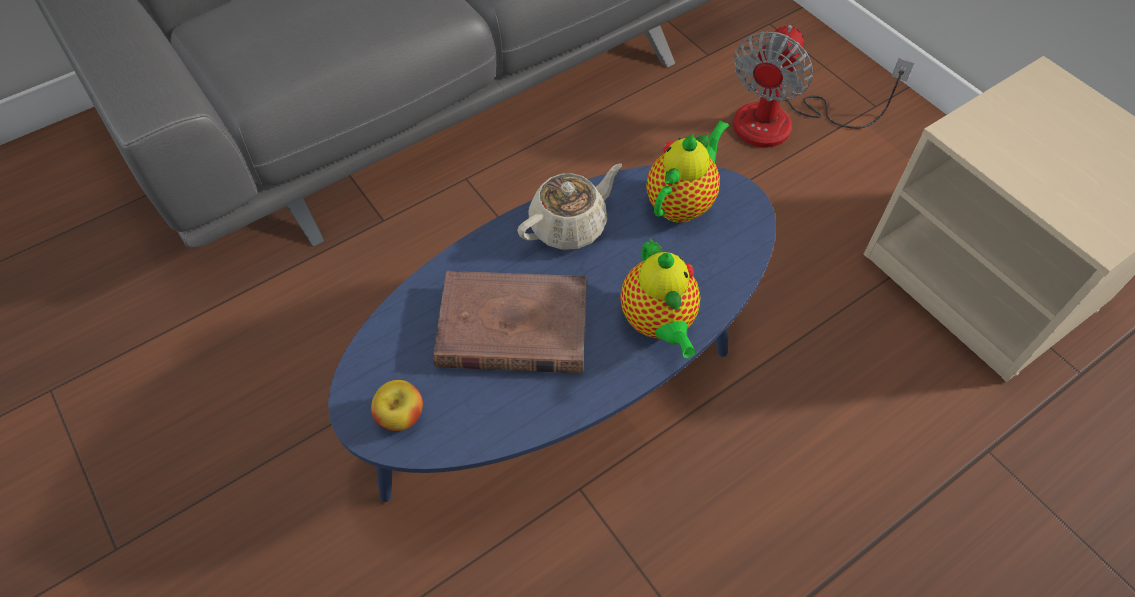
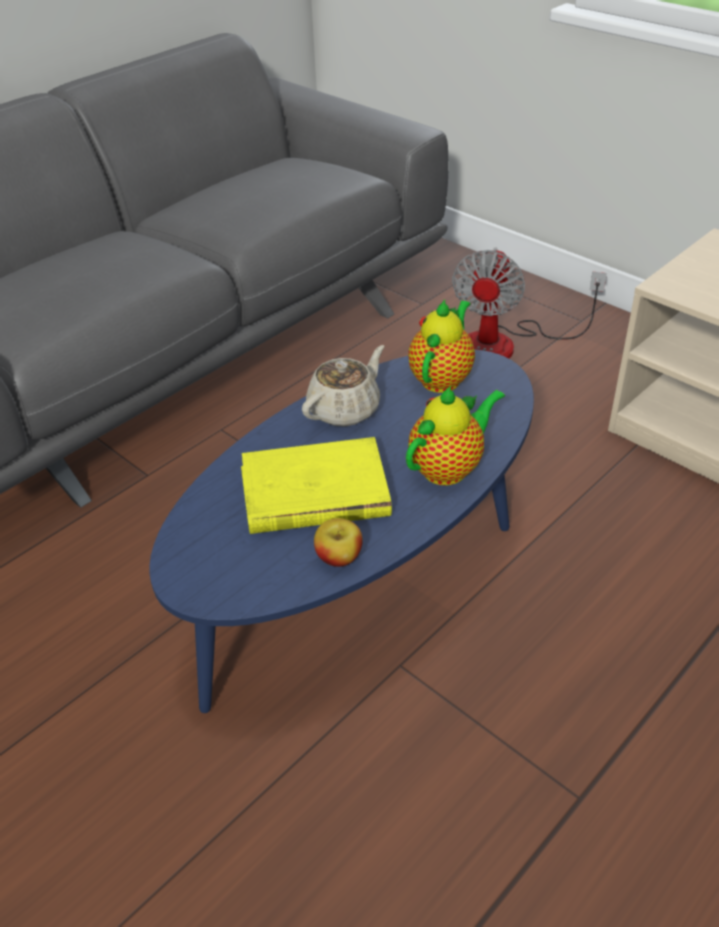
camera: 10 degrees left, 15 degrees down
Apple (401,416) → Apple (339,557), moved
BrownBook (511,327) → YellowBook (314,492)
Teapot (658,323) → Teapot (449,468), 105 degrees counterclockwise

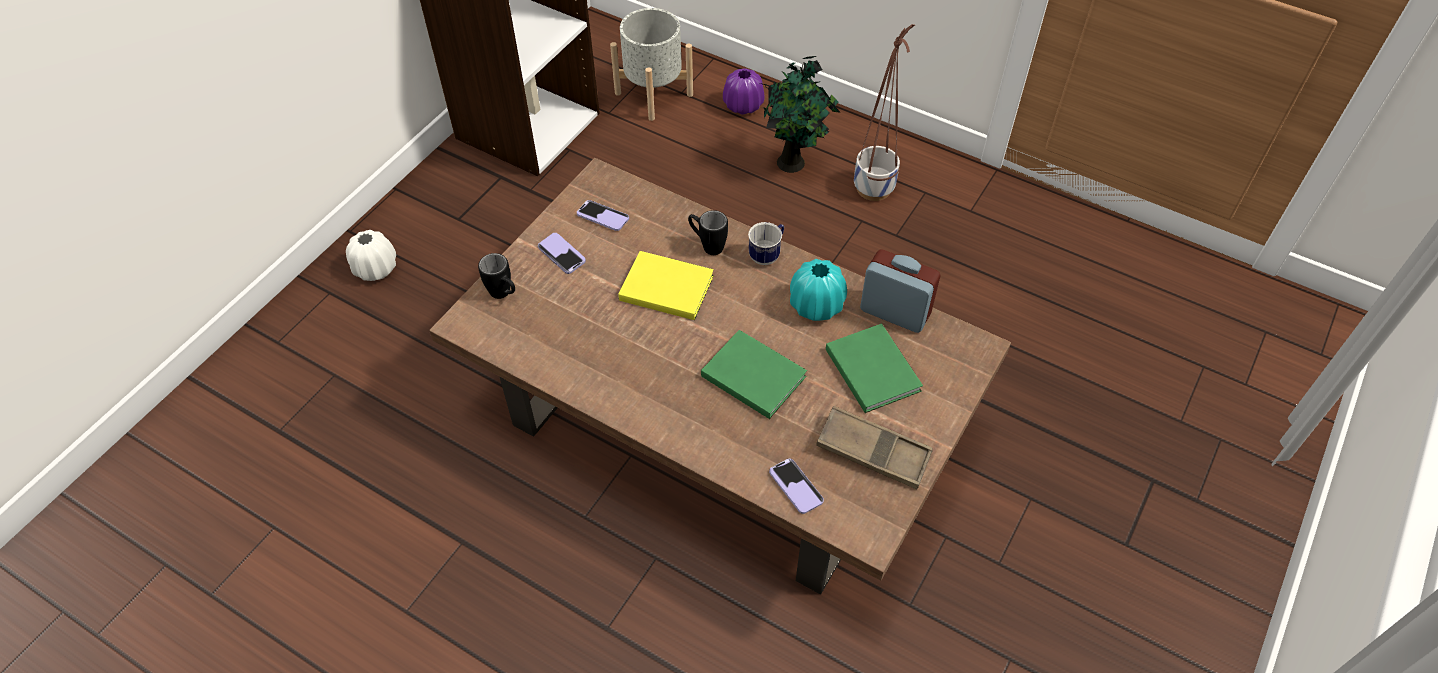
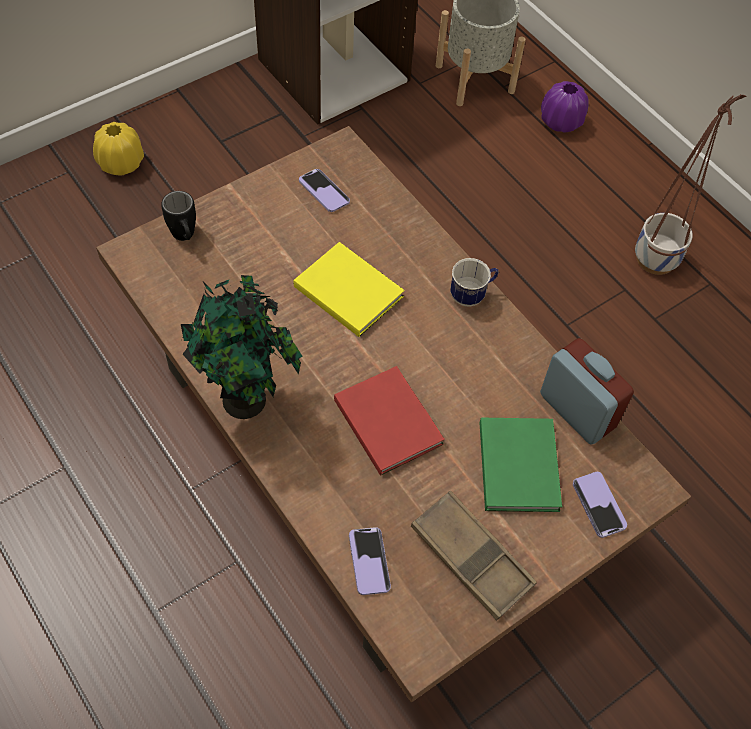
camera: 20 degrees right, 5 degrees up
WhiteVase (376,268) → YellowVase (121,163)
Phone (561,254) → Phone (598,505), moved
BlackMug (707,245) → -
GreenBook (752,374) → RedBook (388,419)
PottedPlant (793,163) → PottedPlant (247,402), moved
TurquoiseVase (816,305) → -

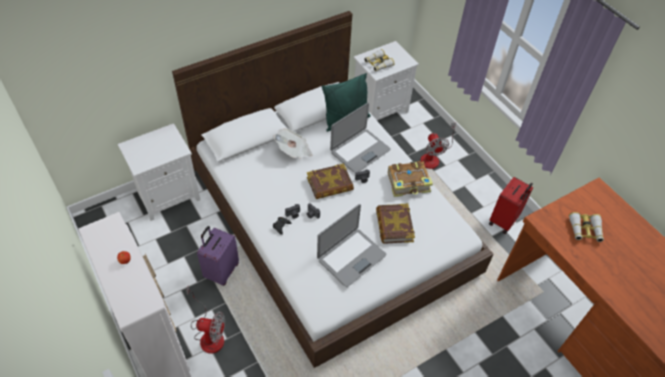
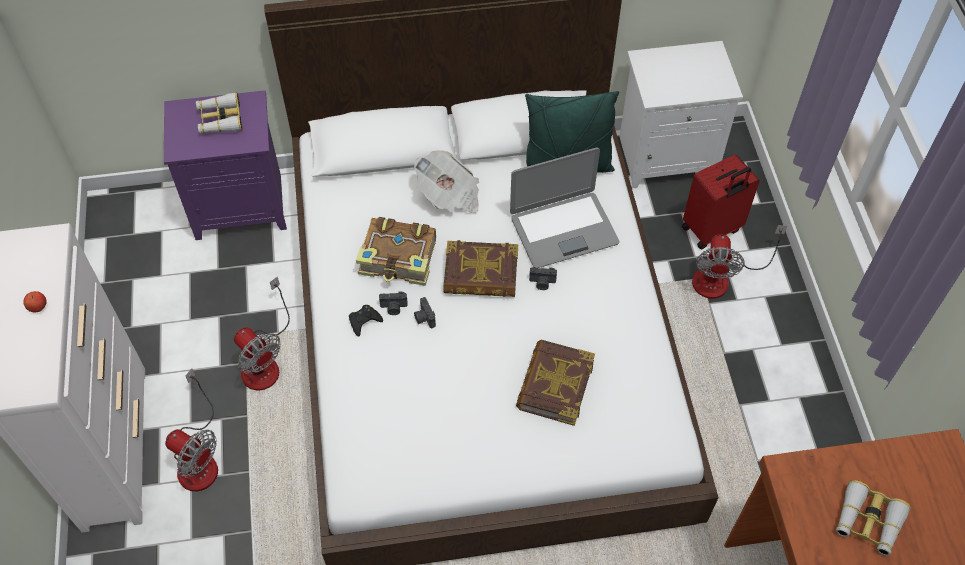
camera: 25 degrees right, 5 degrees up
WhiteNightstand (168,195) → PurpleNightstand (242,205)
PurpleSuitcase (221,271) → Fan (264,361)
Laptop (351,257) → -
Binoculars (378,64) → Binoculars (220,119), moved
Book (409,183) → Book (399,259), moved
RedSuitcase (504,221) → RedSuitcase (712,230), moved

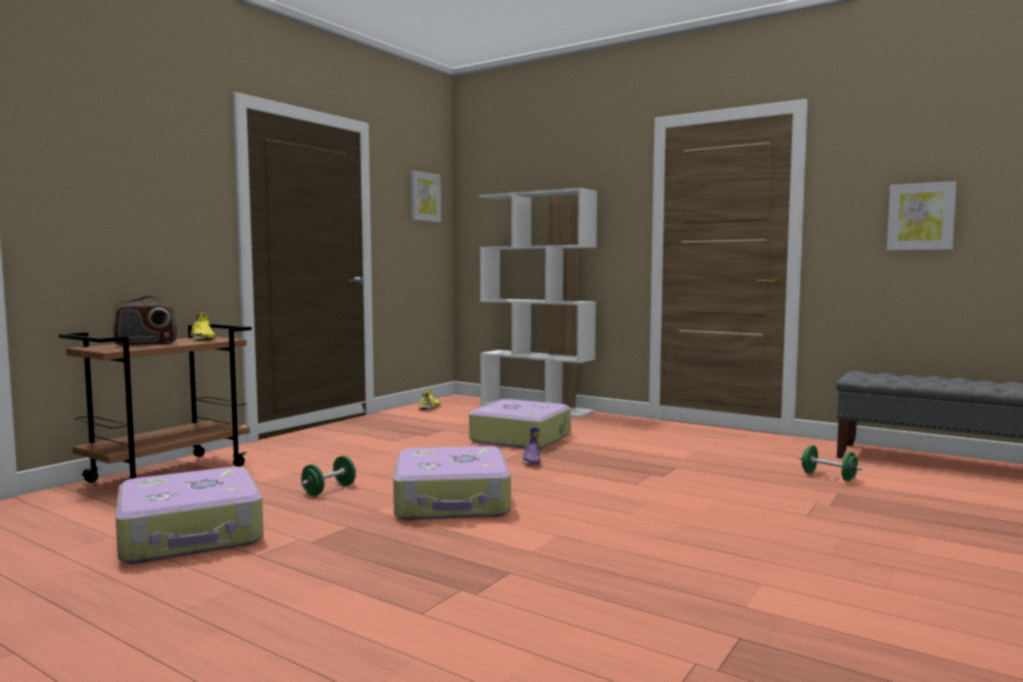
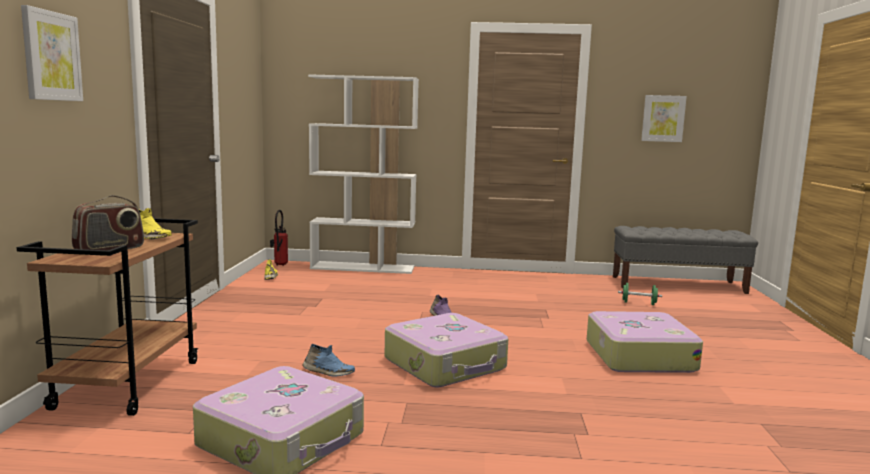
camera: 30 degrees left, 5 degrees up
GreenDumbbell (329,490) → BlueShoe (328,372)
Picture (424,197) → Picture (51,56), moved
Suitcase (520,437) → Suitcase (638,356), moved
- → FireExtinguisher (279,265)

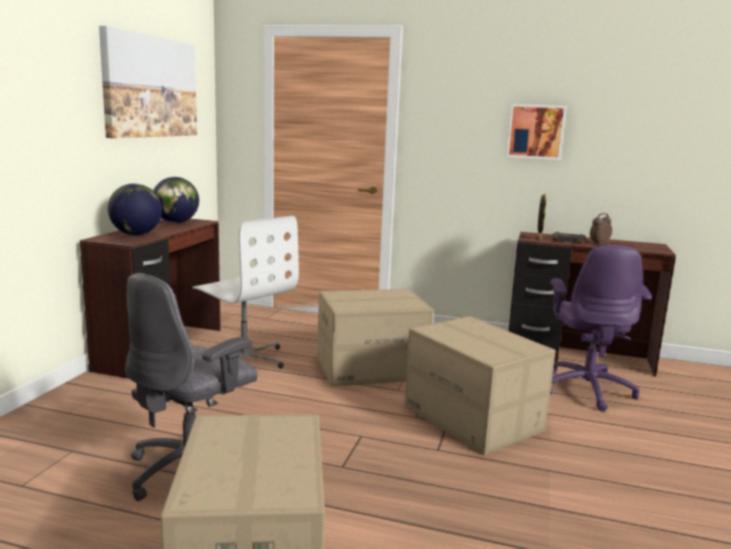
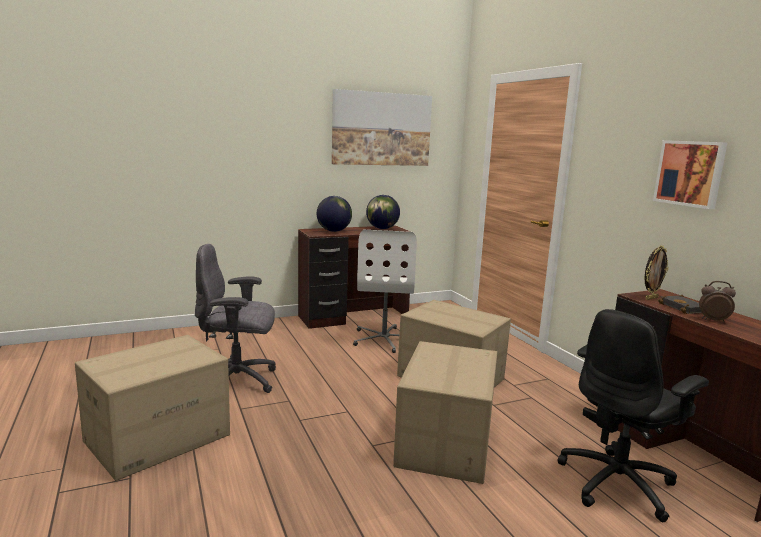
camera: 50 degrees right, 0 degrees up
PurpleOfficeChair (586,389) → BlackOfficeChair (618,483)

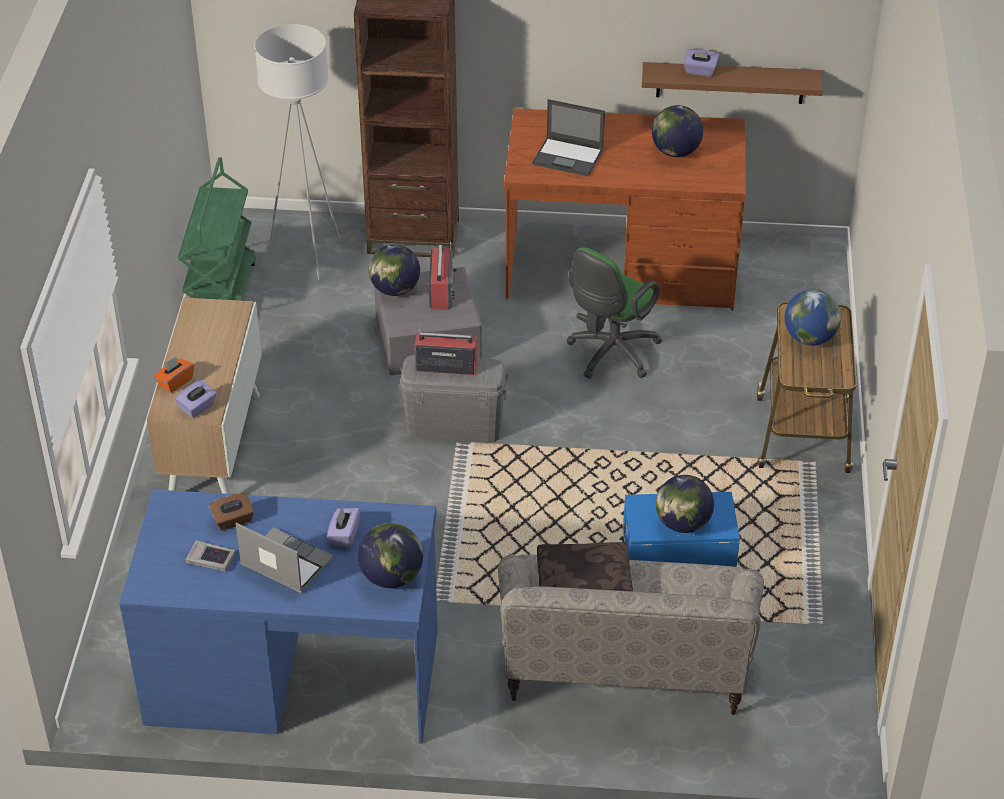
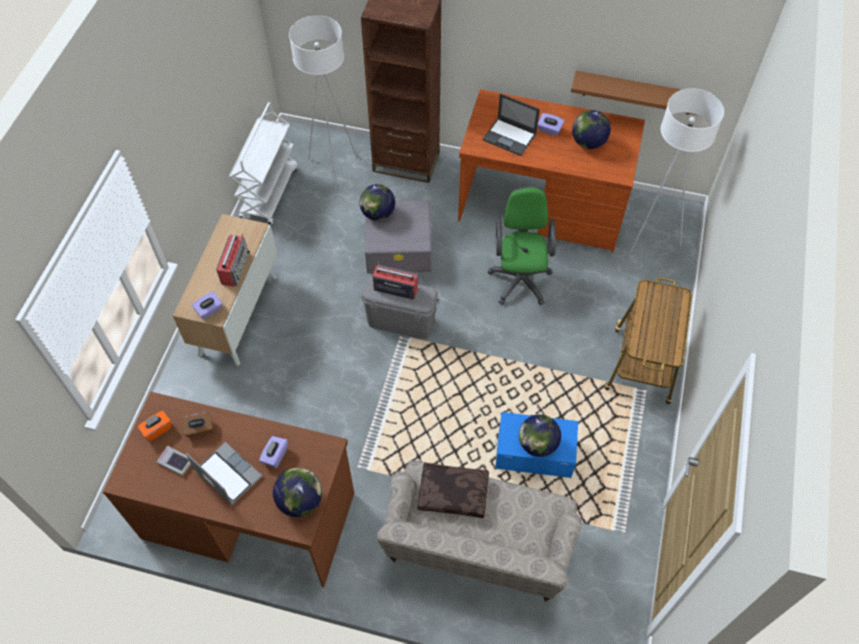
camera: 10 degrees right, 15 degrees up
BlueDesk (293,675) → BrownDesk (249,513)
OrangeTissueBox (175,382) → OrangeTissueBox (157,429), moved
GreenCart (221,296) → WhiteCart (269,193)
Radio (441,290) → Radio (235,267), moved
GreenOfficeChair (610,355) → GreenOfficeChair (520,278), 135 degrees clockwise
PurpleTissueBox (700,71) → PurpleTissueBox (549,130), moved
Globe (809,338) → -
- → WhiteFloorLamp (651,237)

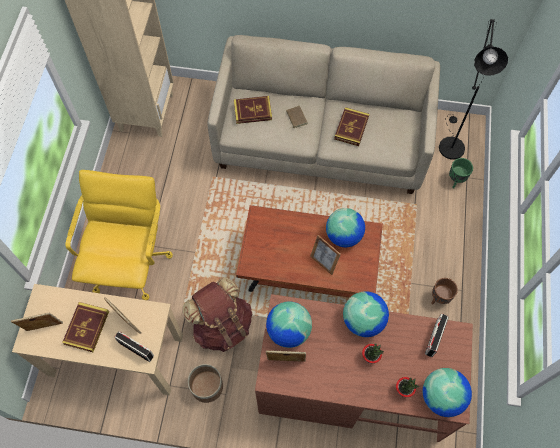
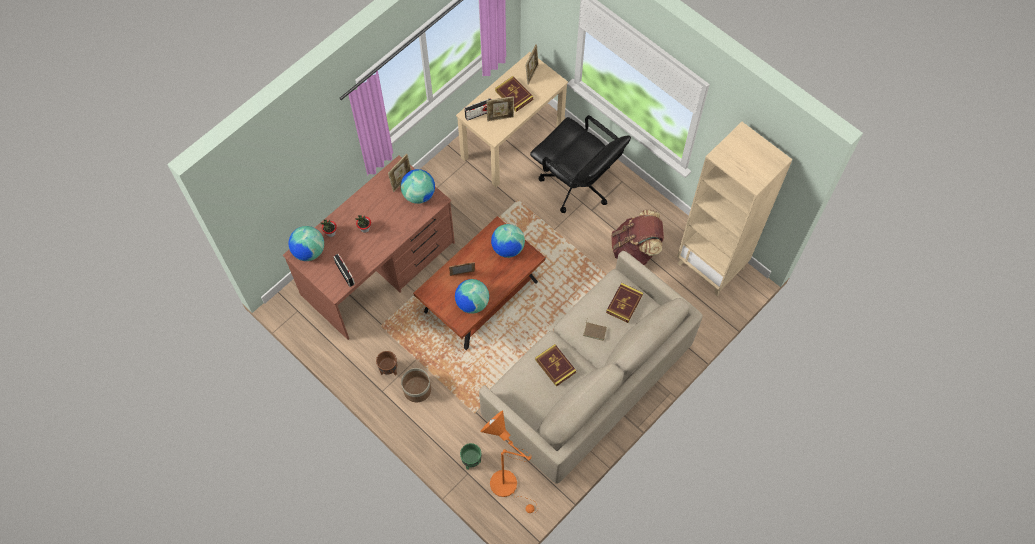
camera: 125 degrees right, 0 degrees up
YellowOfficeChair (130,262) → BlackOfficeChair (577,184)
BrownBackpack (222,325) → BrownBackpack (635,250), moved
Planter (207,387) → Planter (417,389), moved
Globe (363,320) → Globe (508,248), moved
BlackFloorLamp (450,143) → OrangeFloorLamp (508,486)

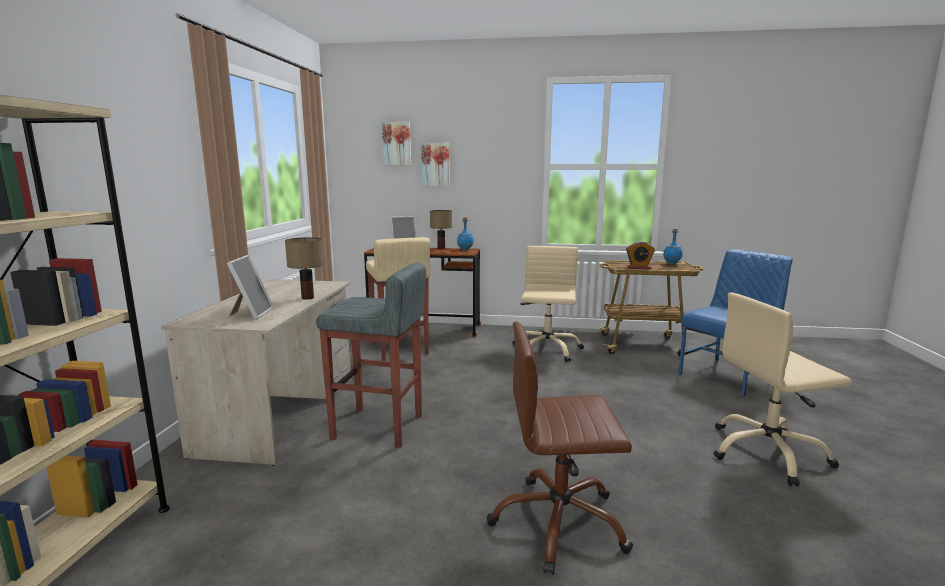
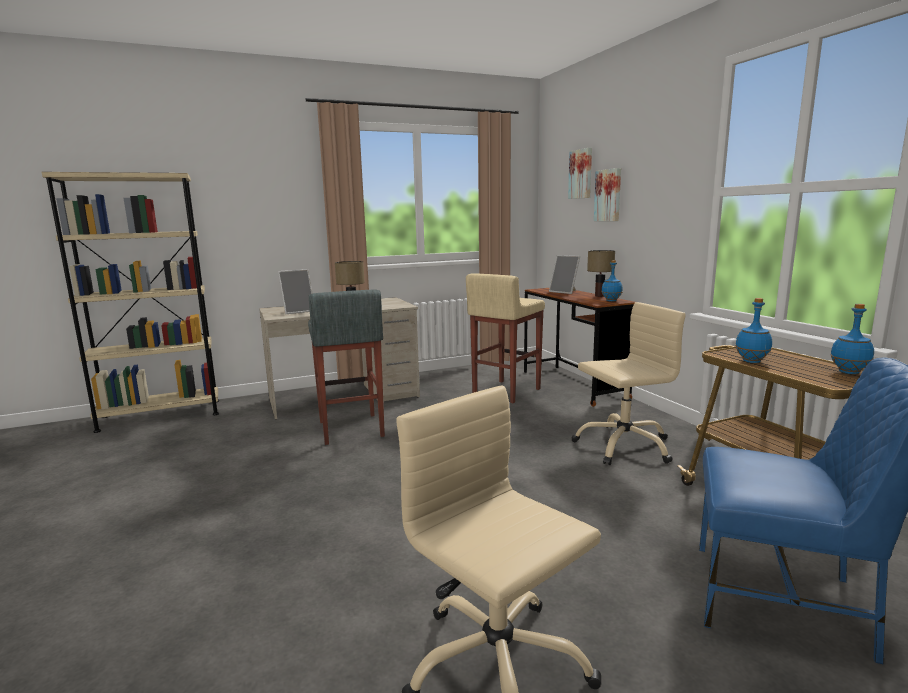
camera: 60 degrees right, 0 degrees up
BrownOfficeChair (559,523) → -
AlarmClock (639,268) → BlueBottle (752,361)

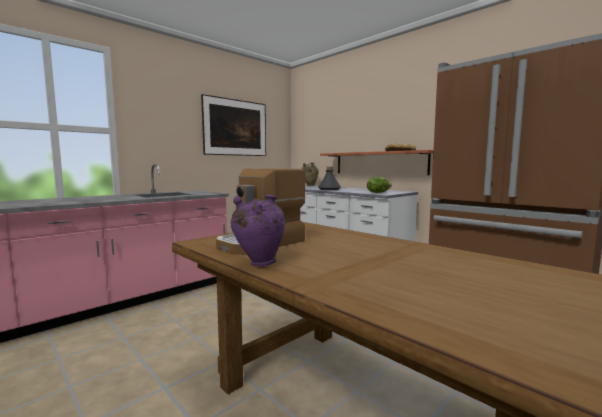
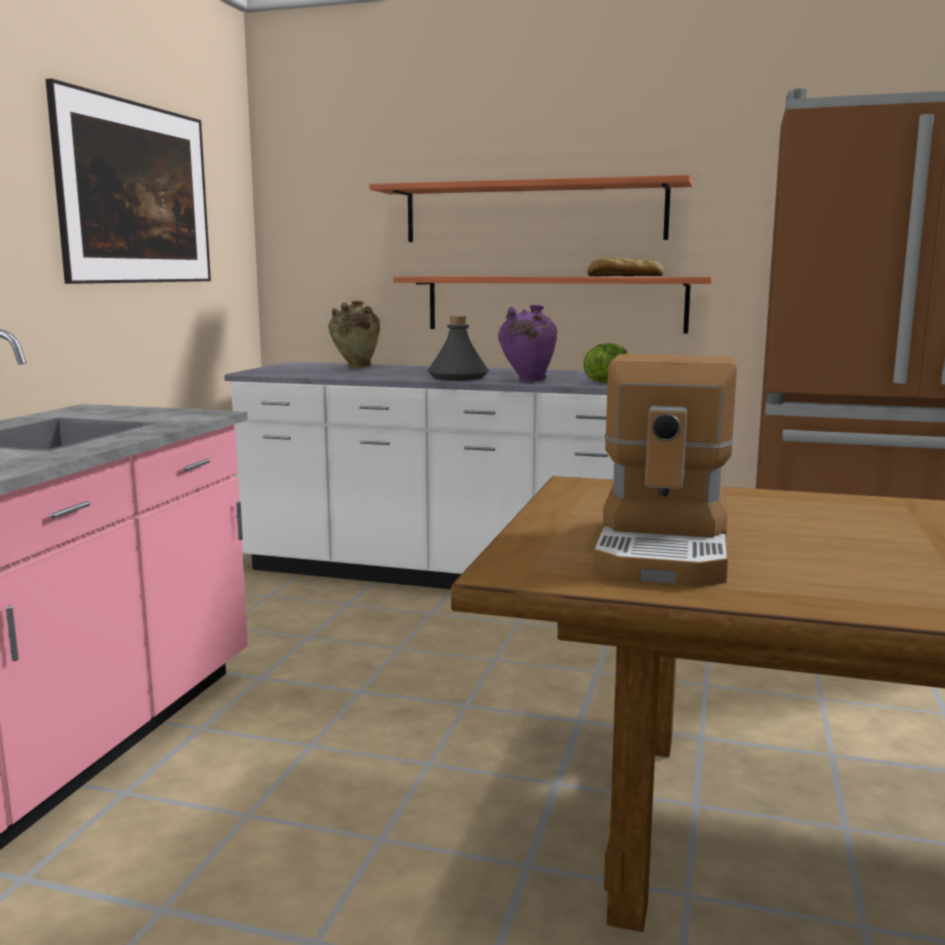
camera: 30 degrees left, 5 degrees up
PurpleVase (259,263) → PurpleVase (527,381), moved
- → Shelf (533,213)

